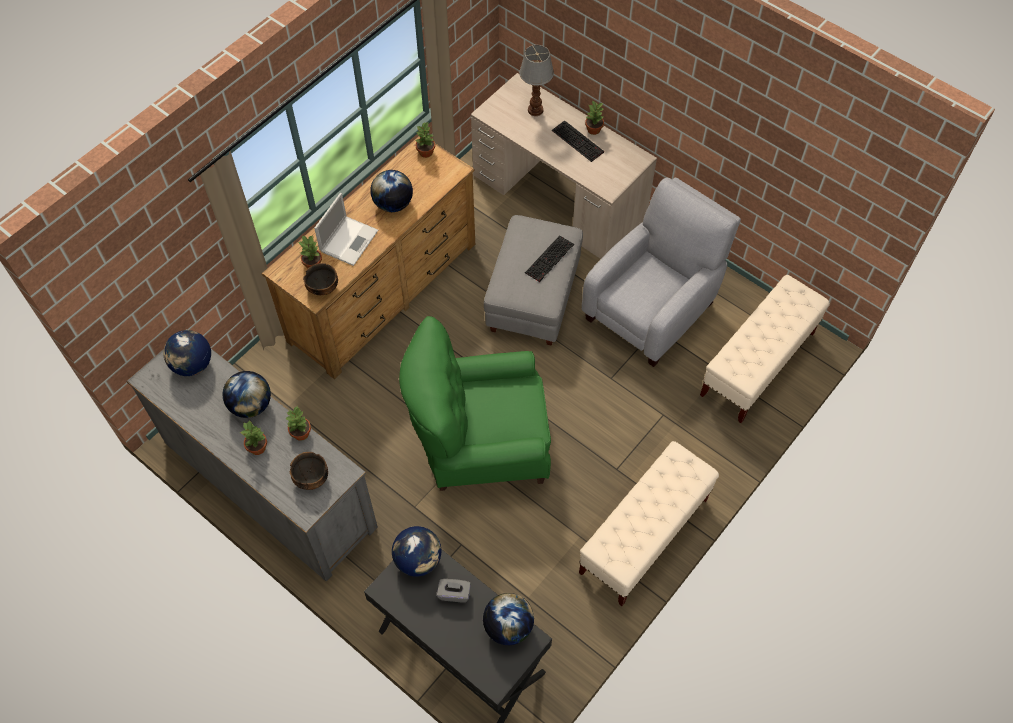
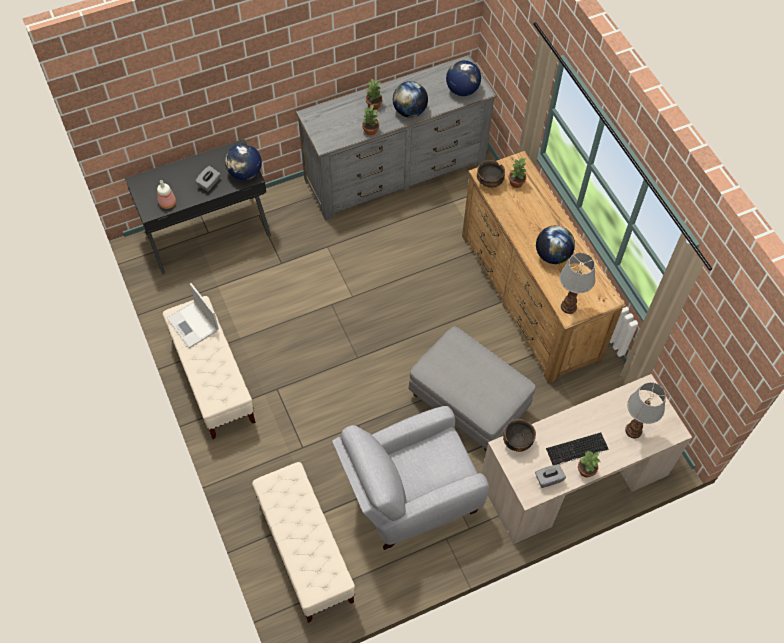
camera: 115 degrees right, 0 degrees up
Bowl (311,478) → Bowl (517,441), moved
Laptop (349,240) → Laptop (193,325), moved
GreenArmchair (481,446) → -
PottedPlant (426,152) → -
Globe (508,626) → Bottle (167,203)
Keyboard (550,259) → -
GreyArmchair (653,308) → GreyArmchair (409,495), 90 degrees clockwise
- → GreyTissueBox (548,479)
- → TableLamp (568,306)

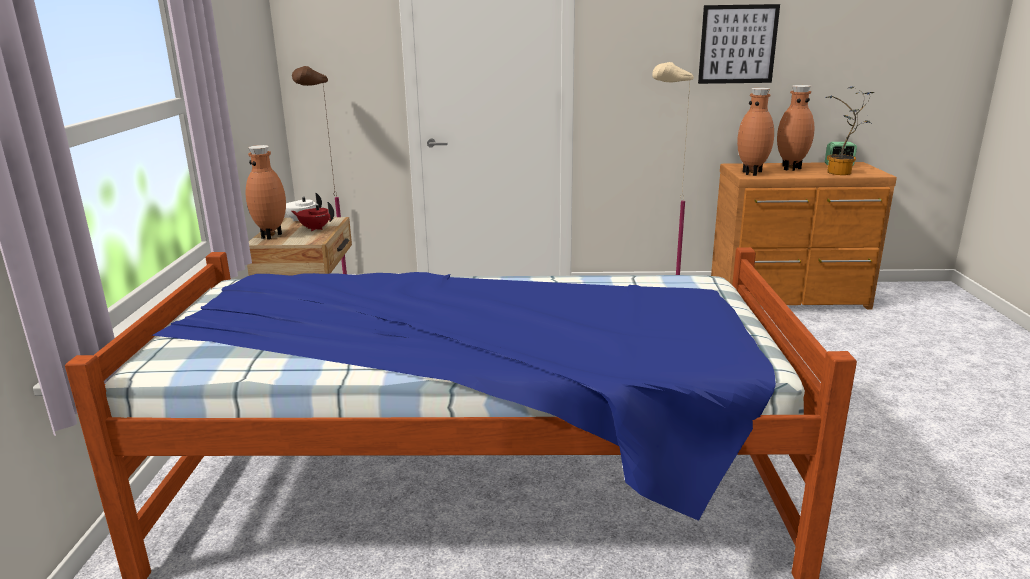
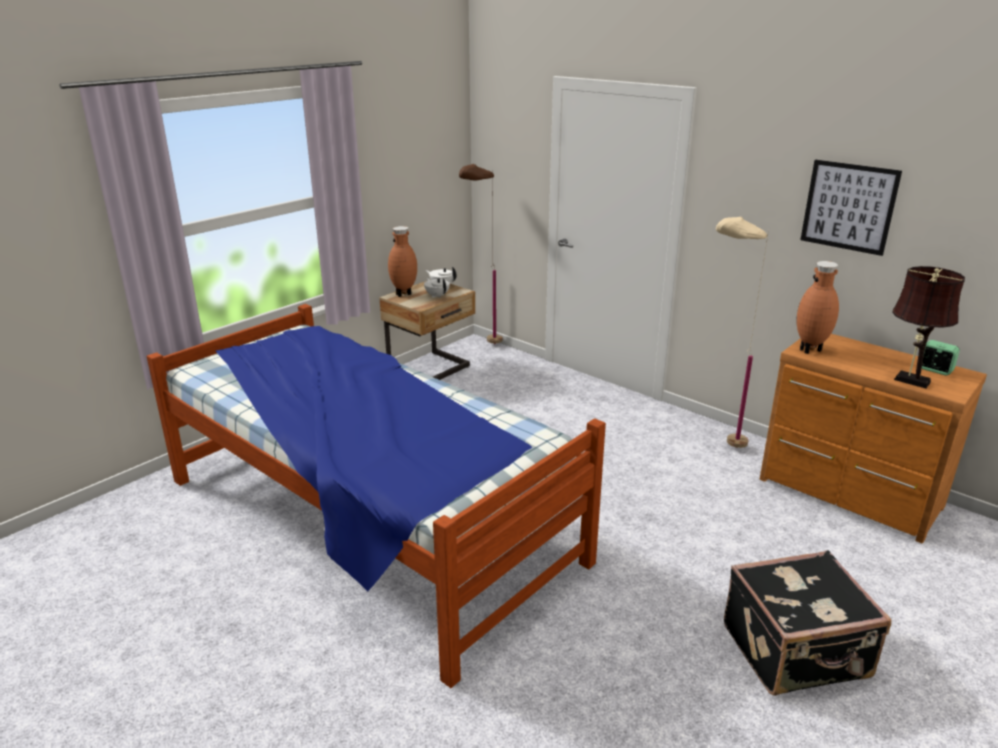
camera: 40 degrees right, 5 degrees up
RedTeapot (315,228) → WhiteTeapot (437,296)
BrownVase (790,168) → -
PottedPlant (841,173) → BrownTableLamp (908,380)
- → BlackSuitcase (796,653)

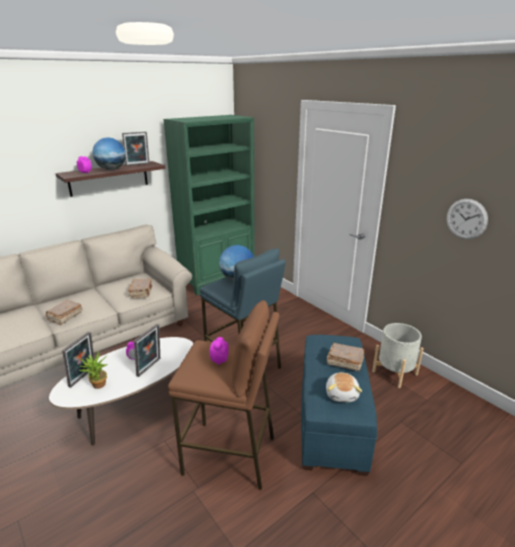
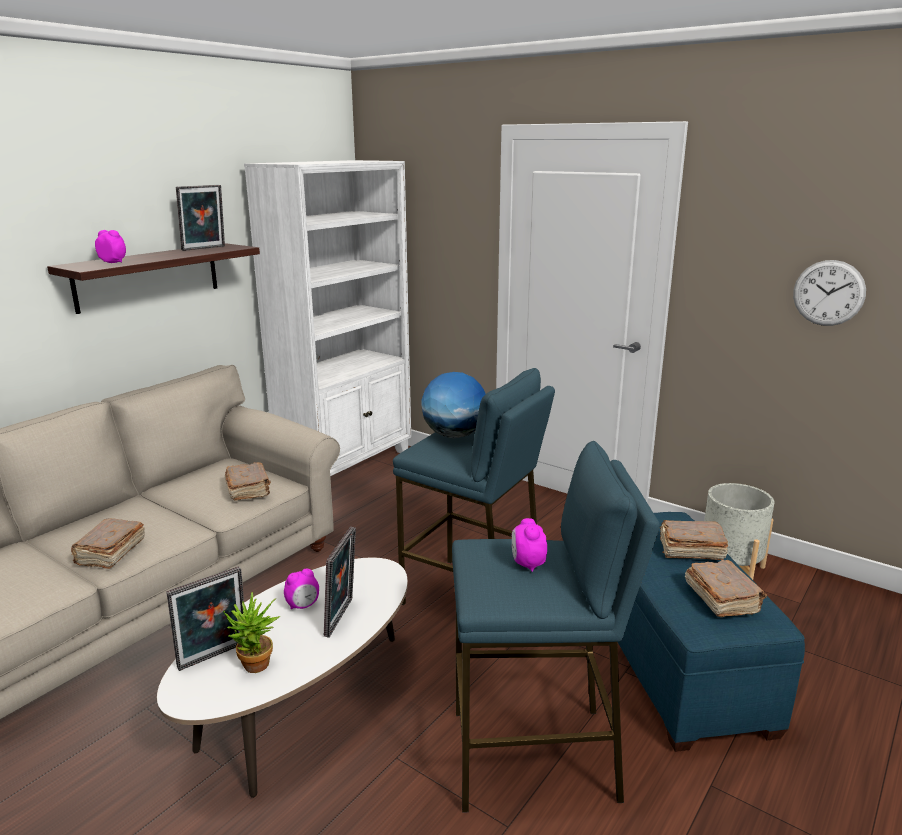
camera: 15 degrees left, 5 degrees down
PictureFrame (83,377) → PictureFrame (214,657), 45 degrees clockwise
Globe (111,169) → -
GreenBookcase (218,279) → WhiteBookcase (347,464)
BrownStool (230,455) → BlueStool (535,756)
PlushToy (342,394) → BrownBook (721,599)

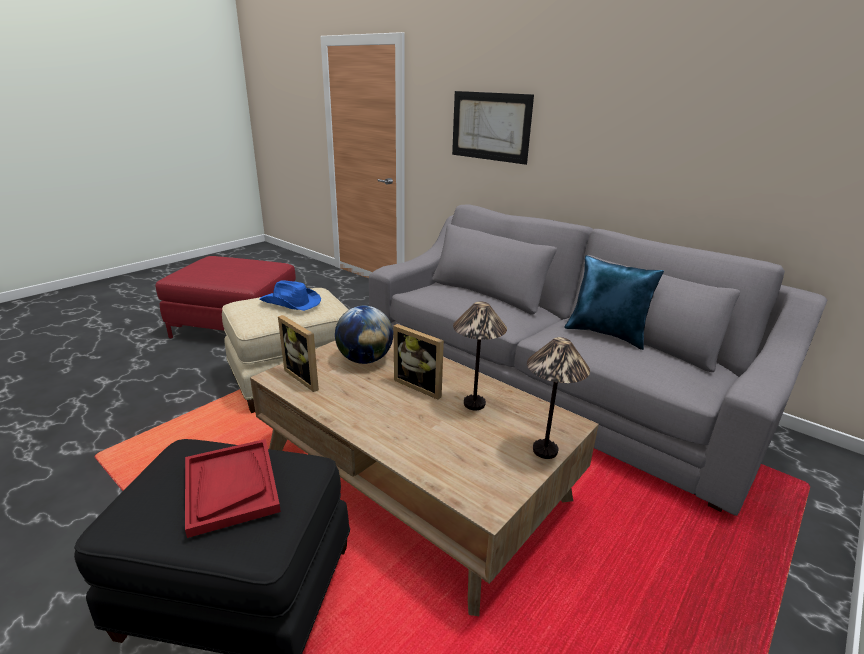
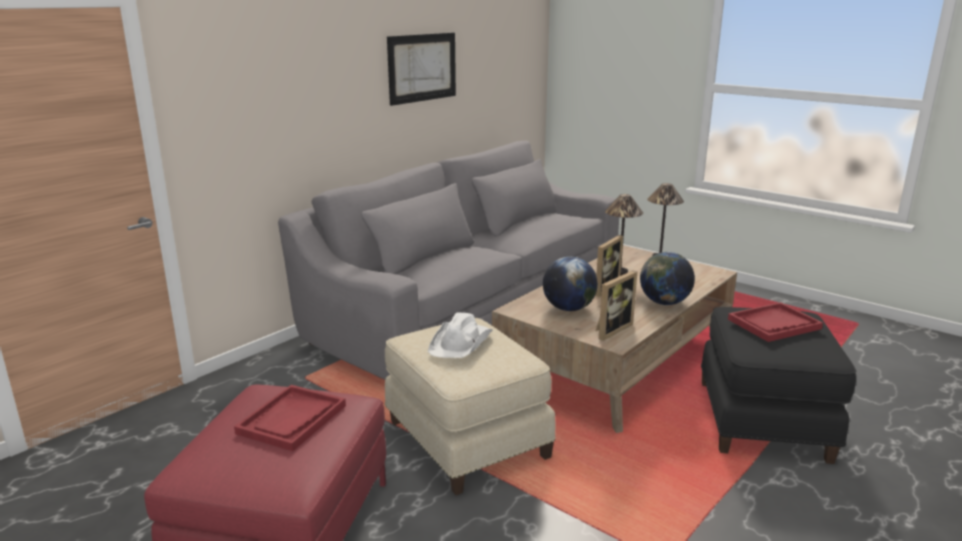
camera: 90 degrees left, 5 degrees down
BlueHat (291,302) → WhiteHat (461,342)
Picture (490,126) → Picture (422,67), moved
BluePillow (606,334) → -
- → RedTray (292,419)
- → Globe (664,303)

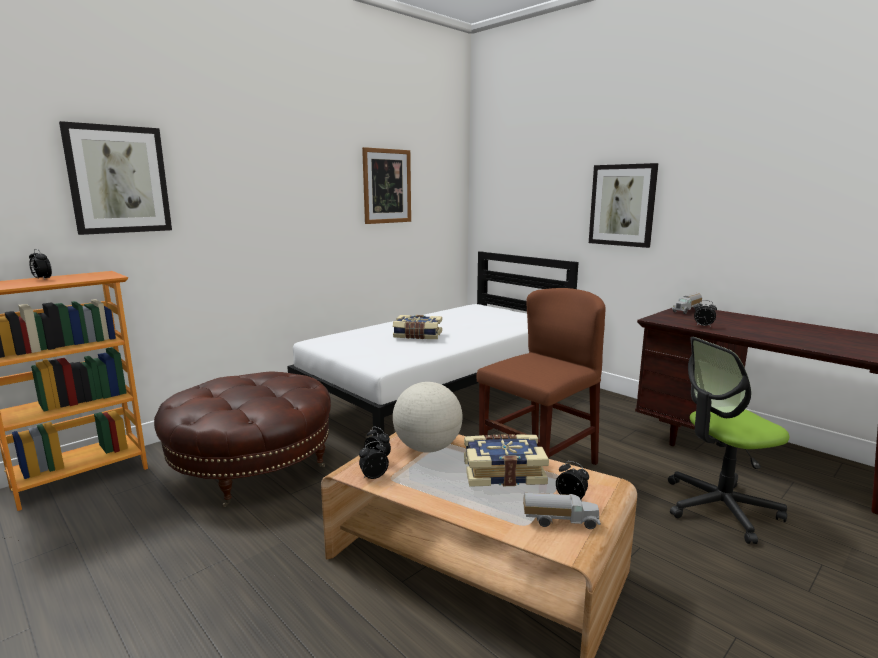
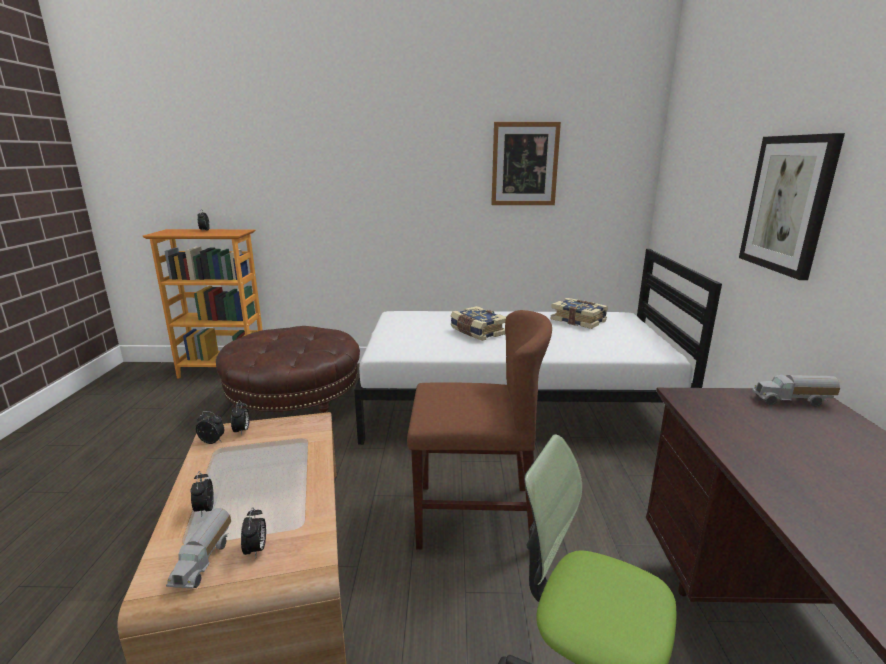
camera: 45 degrees right, 5 degrees up
Picture (118,180) → -
Globe (428,448) → -
Book (503,471) → Book (578,321), moved
ToyTruck (560,521) → ToyTruck (204,560), 45 degrees clockwise
AlarmClock (703,326) → AlarmClock (205,509), moved

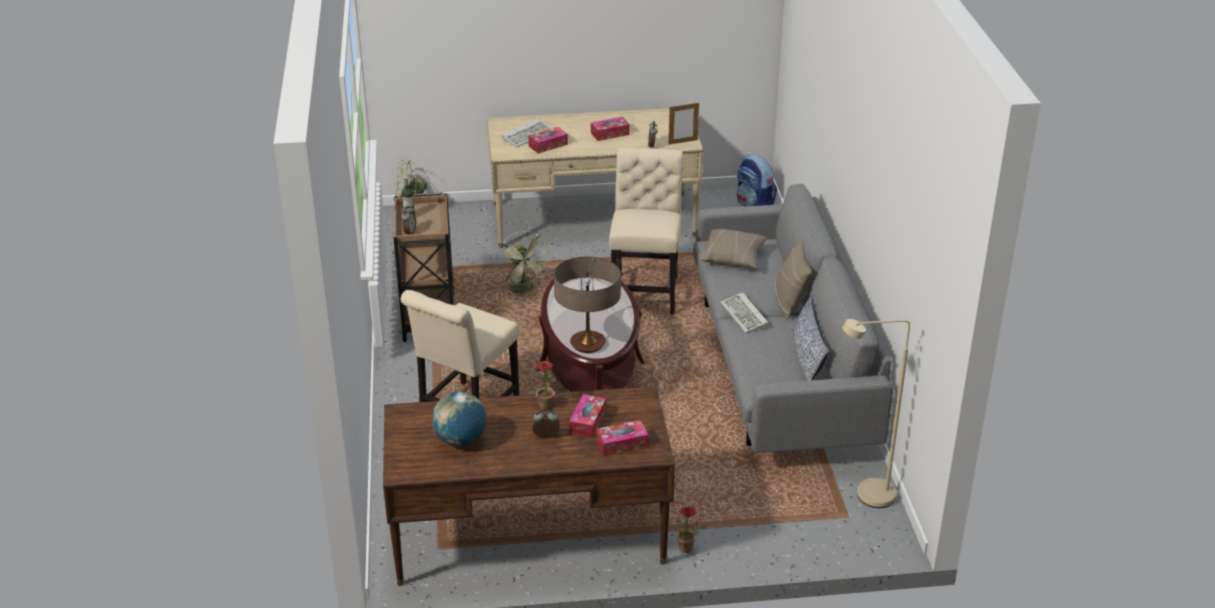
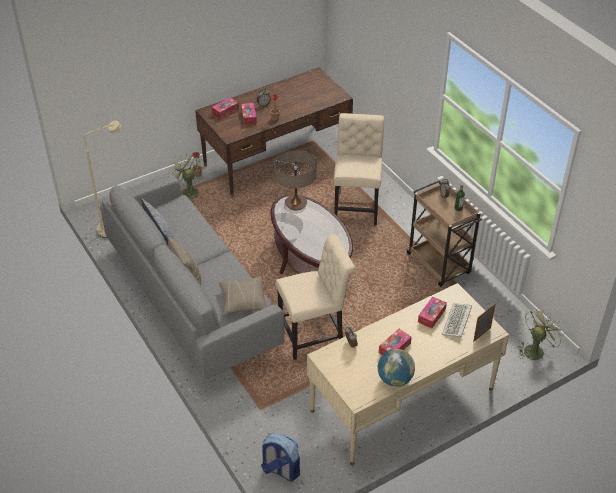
camera: 155 degrees right, 10 degrees up
Globe (460,440) → Globe (395,379), moved
GreenFan (524,290) → GreenFan (187,192), moved
BeigeChair (645,291) → BeigeChair (314,335), 90 degrees counterclockwise
PictureFrame (683,142) → PictureFrame (482,335), moved
Keyboard (745,316) → -

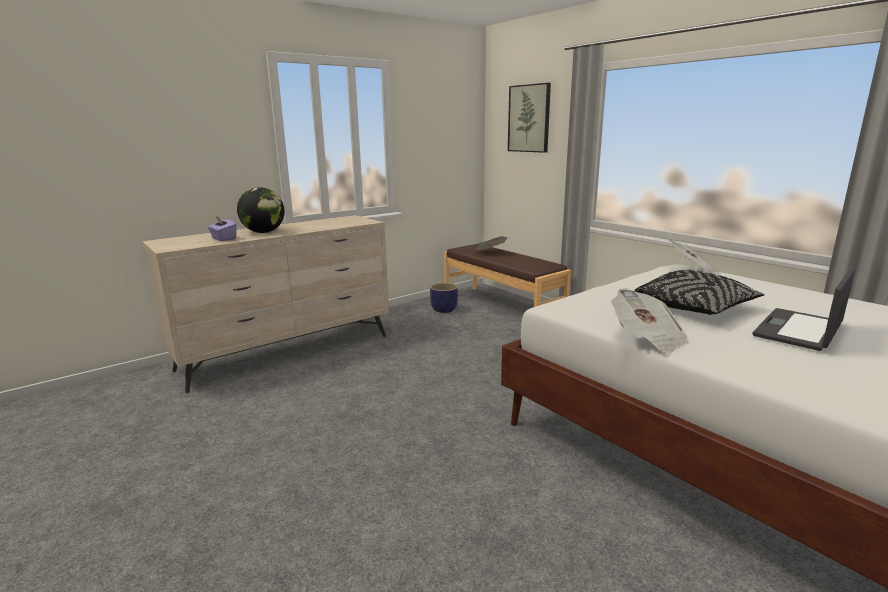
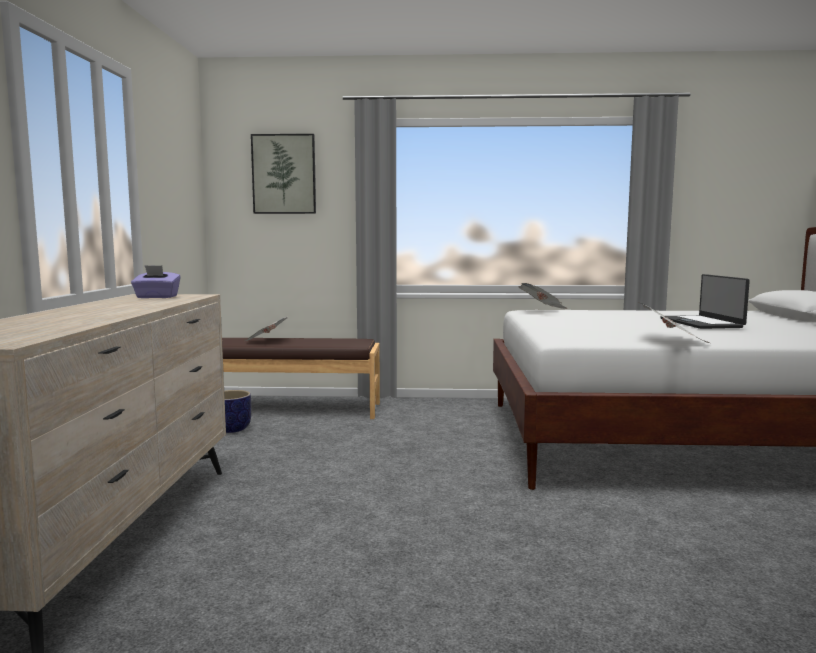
camera: 50 degrees left, 10 degrees down
PurpleTissueBox (223,239) → PurpleTissueBox (156,297), moved
Globe (263,232) → -
BlackPillow (695,308) → -

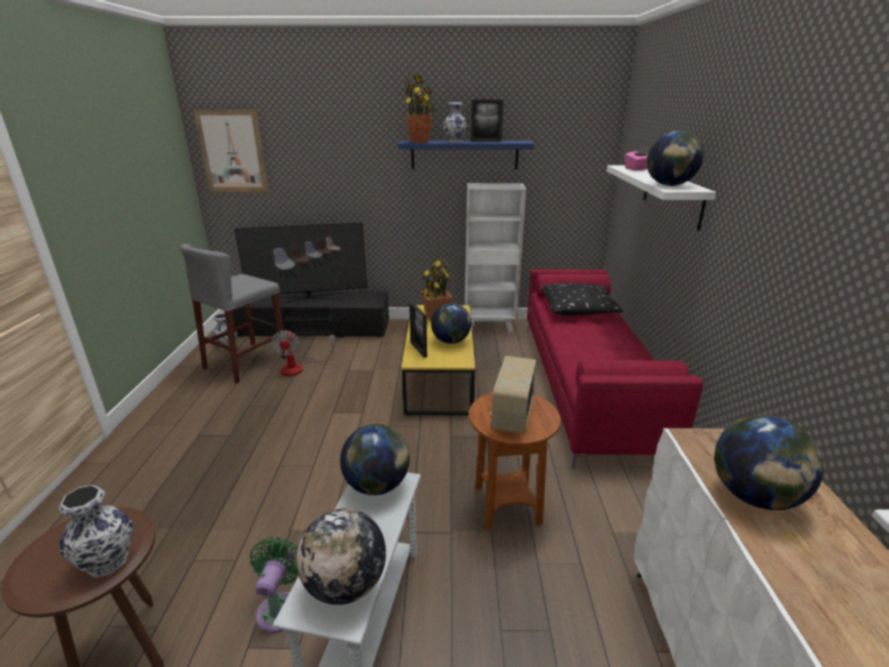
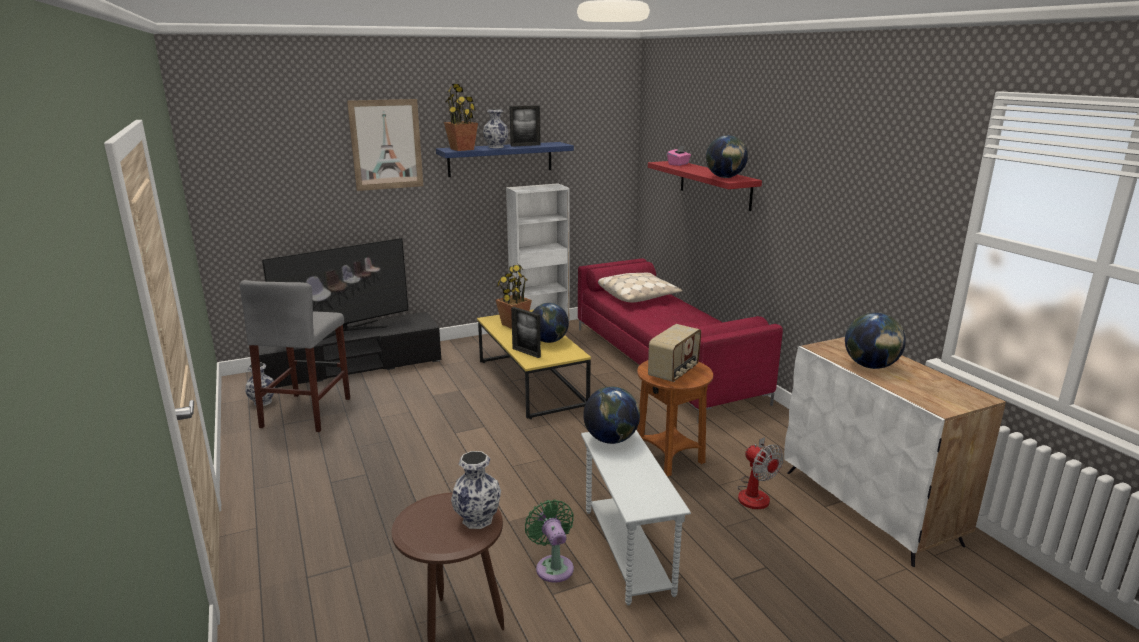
camera: 25 degrees left, 5 degrees down
Picture (232,152) → Picture (386,144), moved
Fan (299,367) → Fan (755,493), moved
Globe (345,585) → -
Radio (512,415) → Radio (674,372), 135 degrees counterclockwise
BlackPillow (579,308) → BeigePillow (638,296)
WhiteShelf (672,195) → RedShelf (715,184)

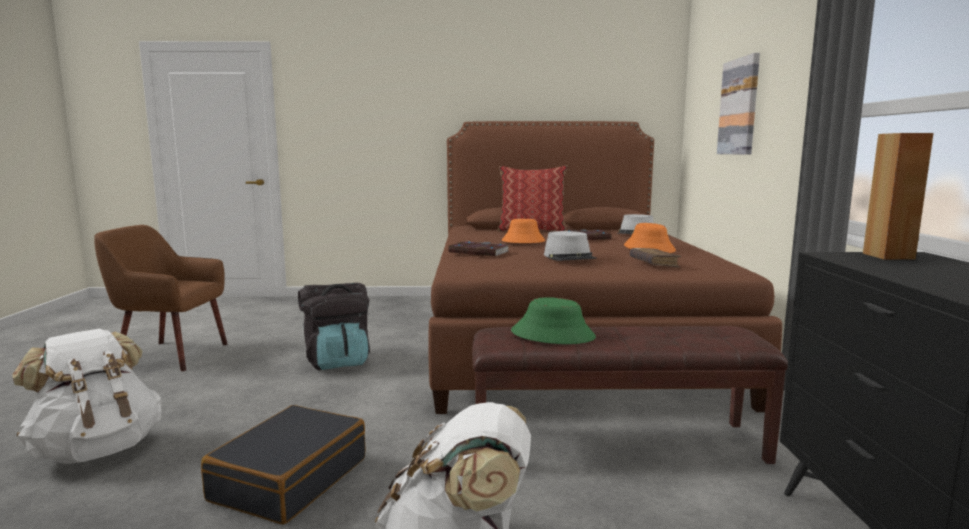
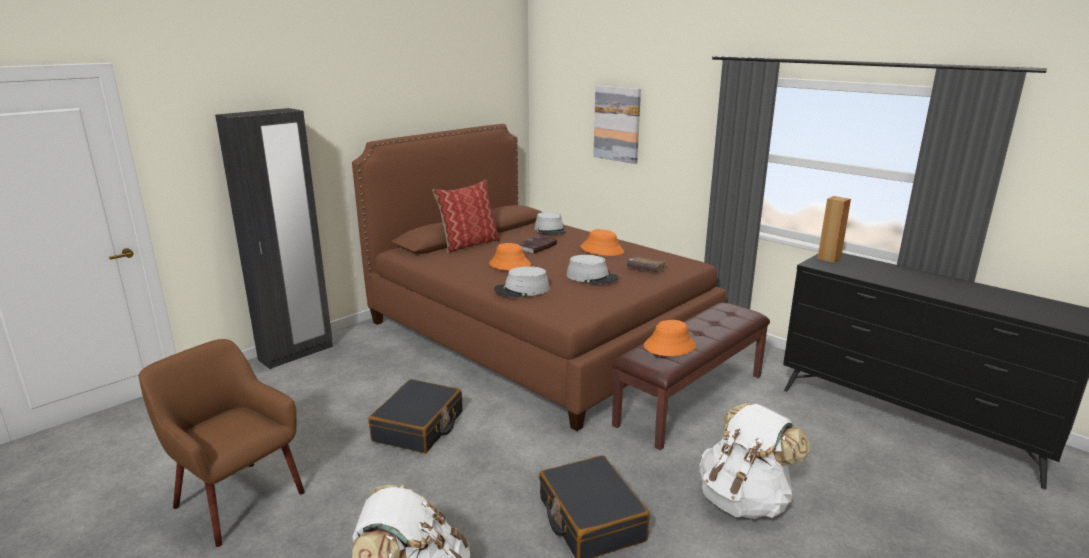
camera: 45 degrees left, 10 degrees up
BrownArmchair (171,355) → BrownArmchair (237,500), 75 degrees clockwise
BlackBackpack (337,361) → BlackSuitcase (419,427)
Book (478,252) → GreyHat (522,290)
GreenHat (553,334) → OrangeHat (669,346)
- → BlackWardrobe (296,353)

